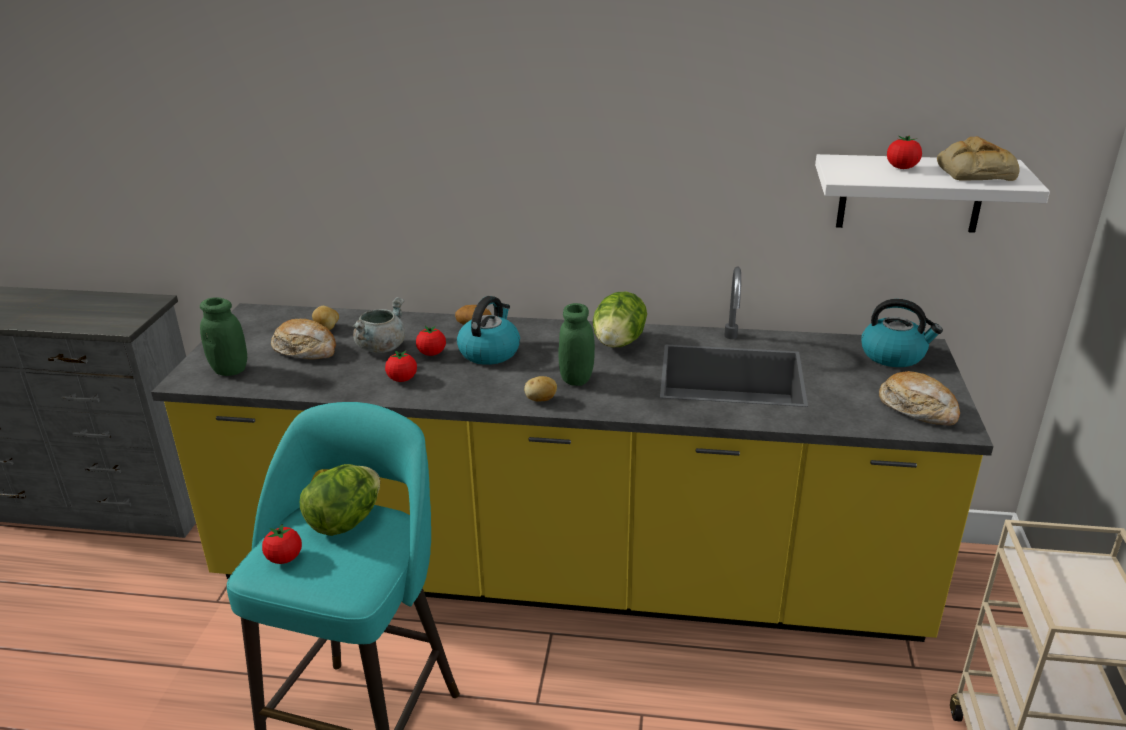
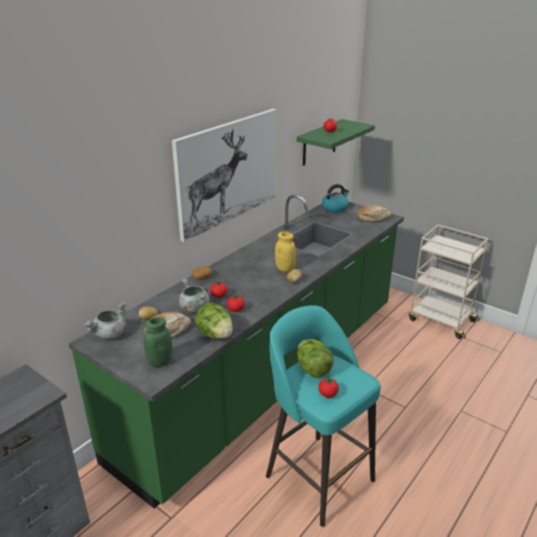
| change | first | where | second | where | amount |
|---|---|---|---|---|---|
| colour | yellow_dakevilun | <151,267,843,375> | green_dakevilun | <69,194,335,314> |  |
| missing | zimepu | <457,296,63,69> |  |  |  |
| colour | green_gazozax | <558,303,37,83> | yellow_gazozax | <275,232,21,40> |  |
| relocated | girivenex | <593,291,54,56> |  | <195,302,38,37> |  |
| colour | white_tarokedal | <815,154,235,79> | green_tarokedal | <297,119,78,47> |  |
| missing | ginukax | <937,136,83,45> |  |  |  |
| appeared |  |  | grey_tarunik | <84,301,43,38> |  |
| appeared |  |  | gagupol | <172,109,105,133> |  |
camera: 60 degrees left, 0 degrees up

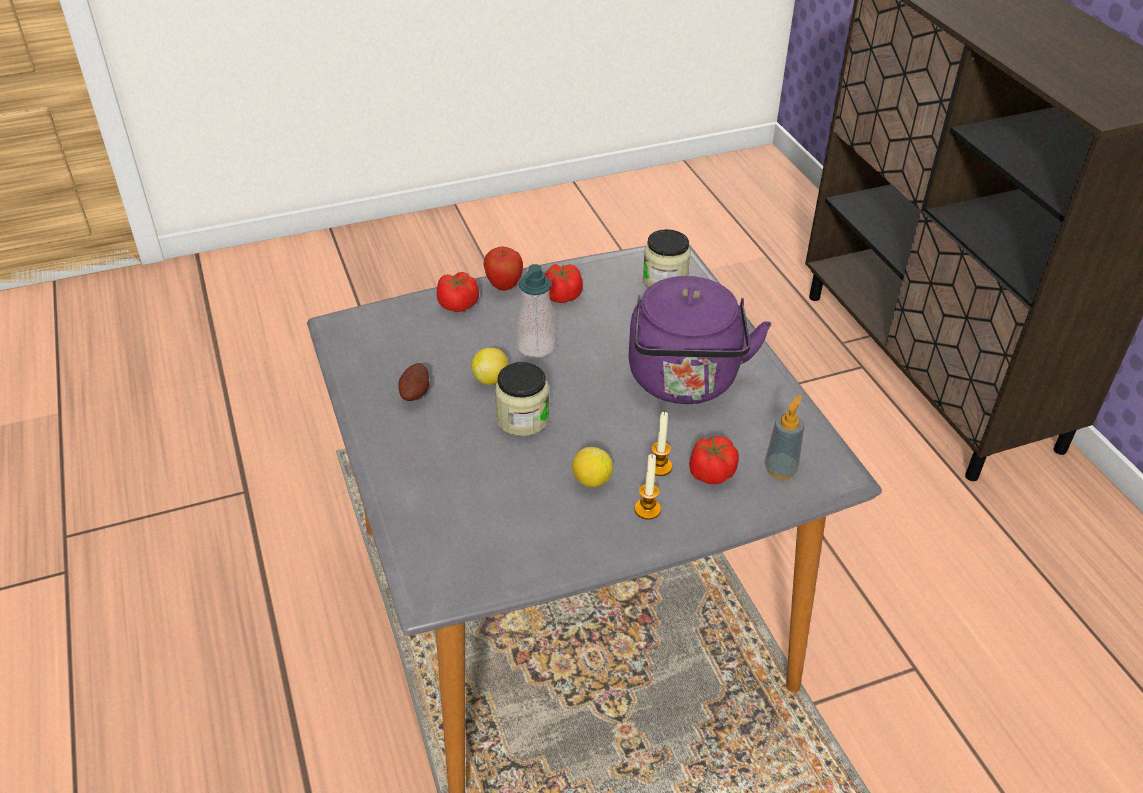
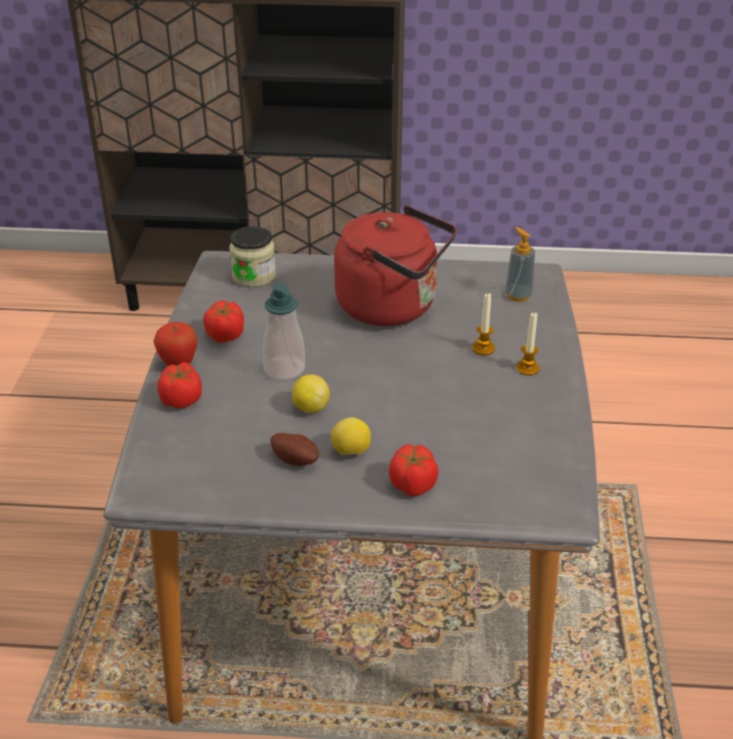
| change | first | where | second | where | amount |
|---|---|---|---|---|---|
| missing | gazozax | <495,362,54,74> |  |  |  |
| relocated | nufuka | <572,447,41,40> |  | <331,417,40,38> |  |
| colour | purple_zimepu | <629,276,142,128> | red_zimepu | <334,205,122,121> |  |
| relocated | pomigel | <689,436,50,49> |  | <389,444,49,52> |  |
camera: 65 degrees left, 5 degrees down

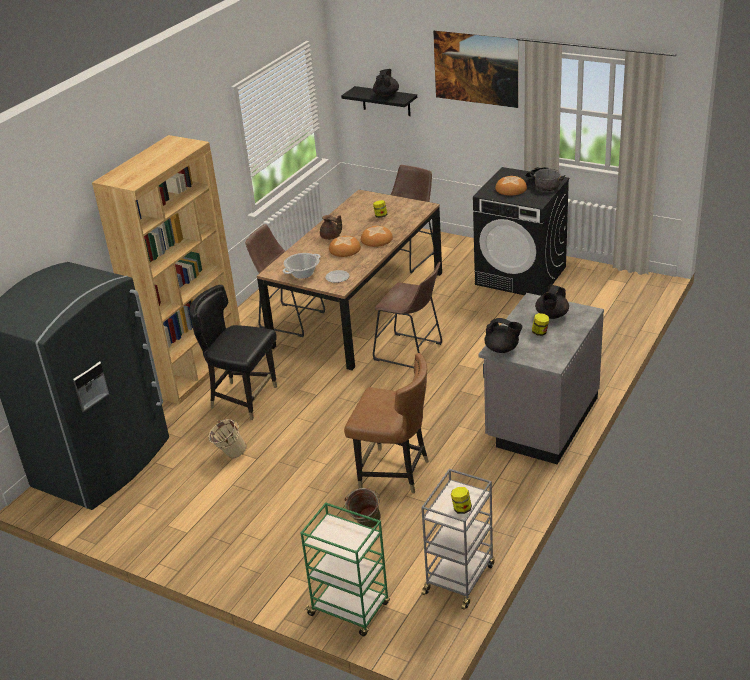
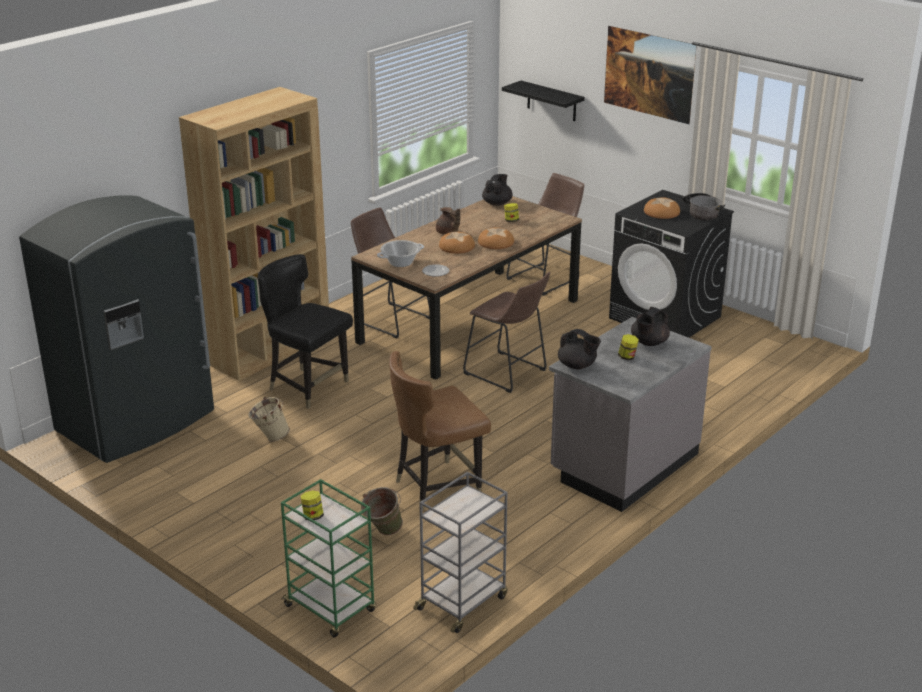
| change | first | where | second | where | amount |
|---|---|---|---|---|---|
| spun | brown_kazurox | <344,353,85,140> |  | <389,351,102,159> | 120 degrees clockwise |
| relocated | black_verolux | <373,69,26,28> |  | <482,174,31,32> |  |
| relocated | gazozax | <451,487,21,27> |  | <300,490,24,30> |  |
camera: 10 degrees right, 5 degrees down

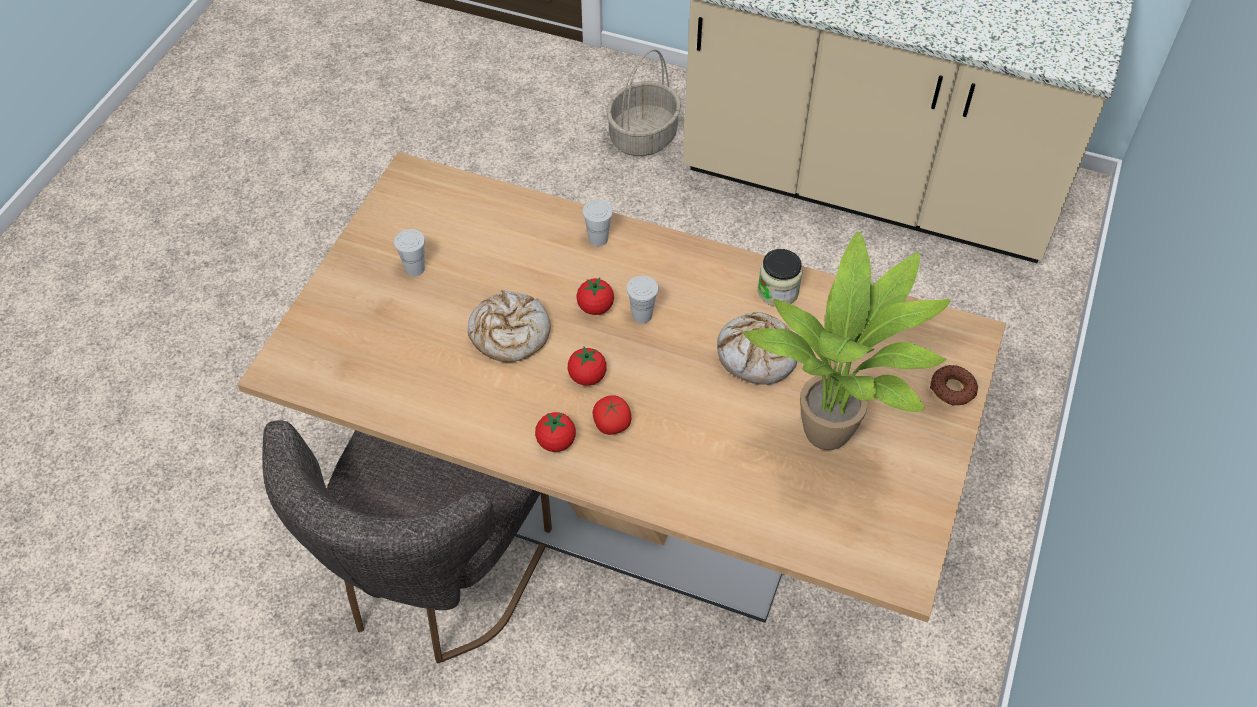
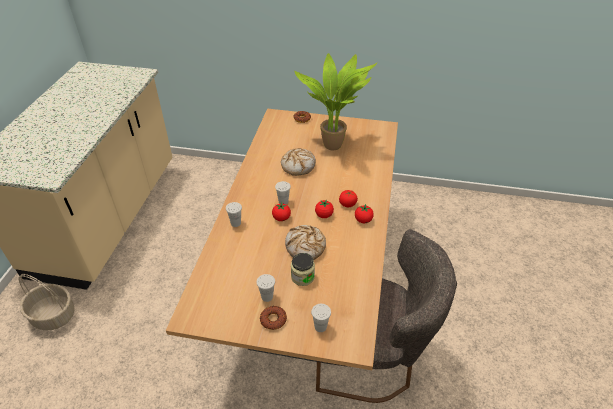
| change | first | where | second | where | amount |
|---|---|---|---|---|---|
| relocated | gazozax | <758,249,45,57> |  | <291,253,24,33> |  |
| appeared |  |  | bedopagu | <260,306,27,24> |  |
| appeared |  |  | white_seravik | <311,304,20,28> |  |
camera: 100 degrees left, 10 degrees down

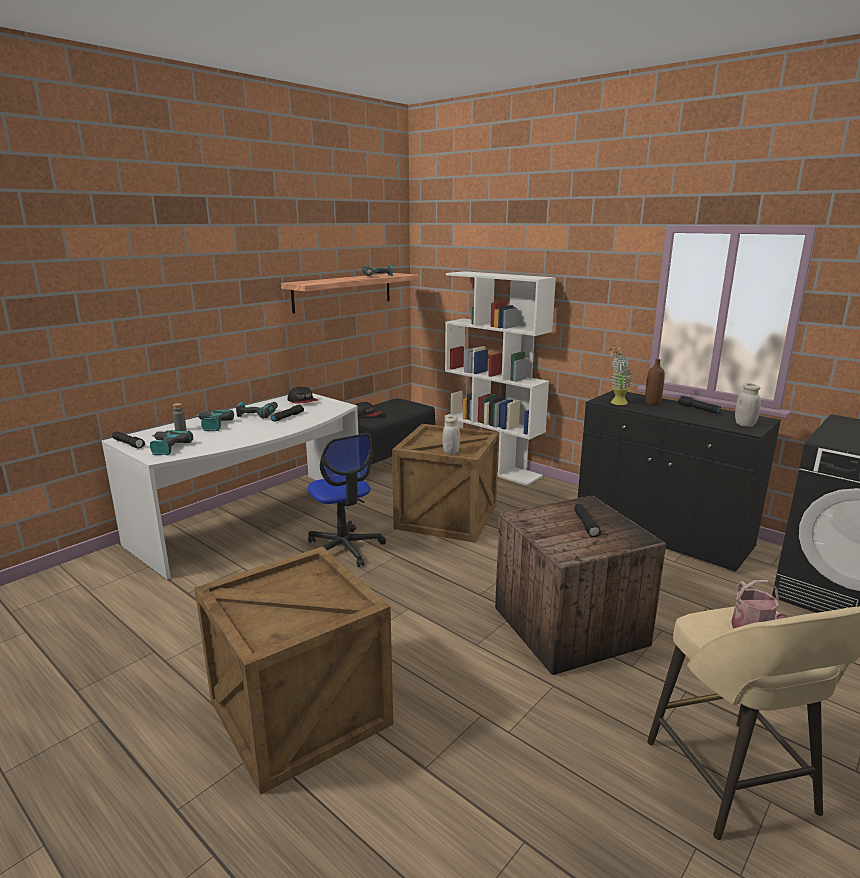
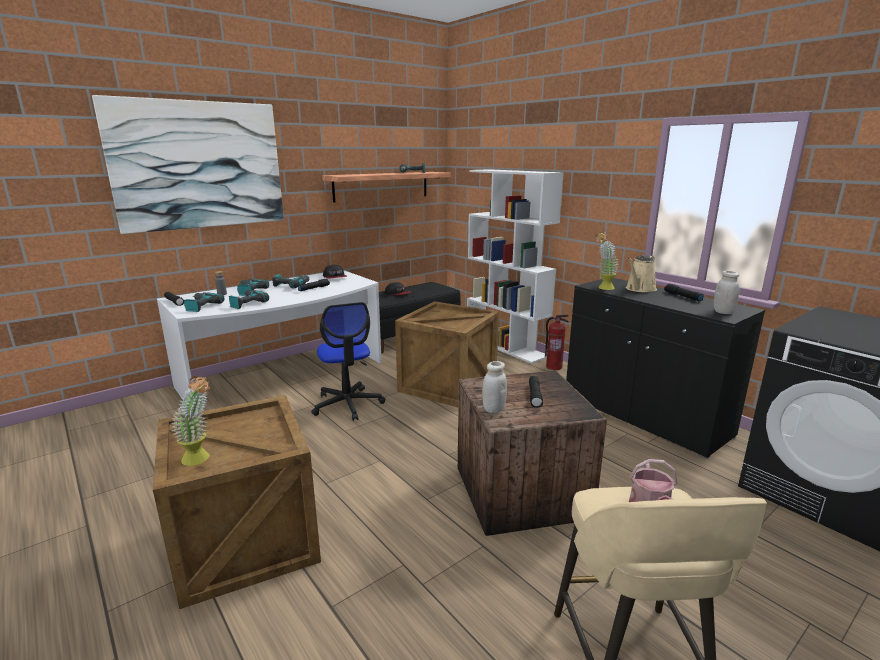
| change | first | where | second | where | amount |
|---|---|---|---|---|---|
| relocated | white_gazozax | <442,416,18,38> |  | <482,361,25,52> |  |
| exchanged | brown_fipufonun | <645,359,20,46> | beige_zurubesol | <626,255,31,37> |  |
| appeared |  |  | gagupol | <92,95,192,139> |  |
| appeared |  |  | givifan | <171,376,39,90> |  |
| appeared |  |  | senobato | <229,290,40,19> |  |
| appeared |  |  | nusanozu | <545,314,24,56> |  |
camera: 10 degrees right, 0 degrees up

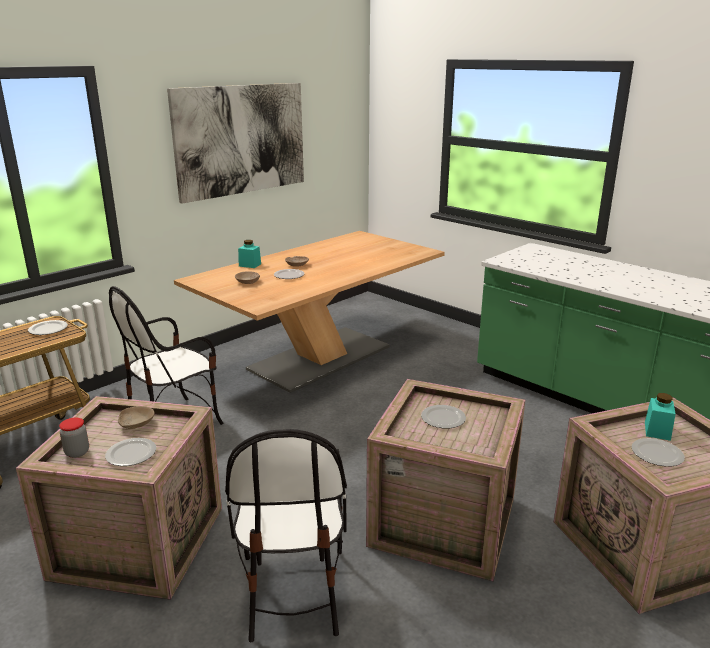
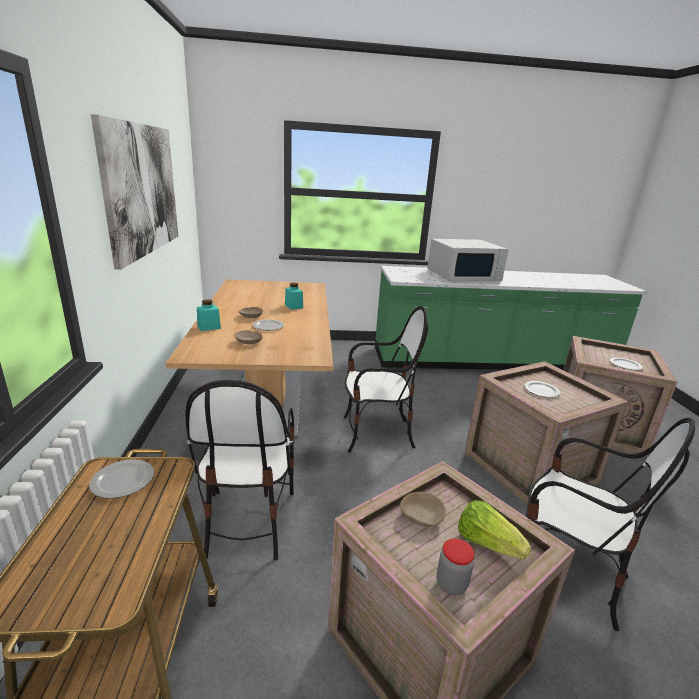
| change | first | where | second | where | amount |
|---|---|---|---|---|---|
| exchanged | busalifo | <105,438,51,28> | girivenex | <458,500,73,59> |  |
| relocated | turquoise_gazozax | <645,393,31,48> |  | <285,283,18,27> |  |
| appeared |  |  | kazurox | <344,306,84,146> |  |
| appeared |  |  | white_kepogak | <428,239,80,42> |  |
camera: 50 degrees left, 0 degrees up

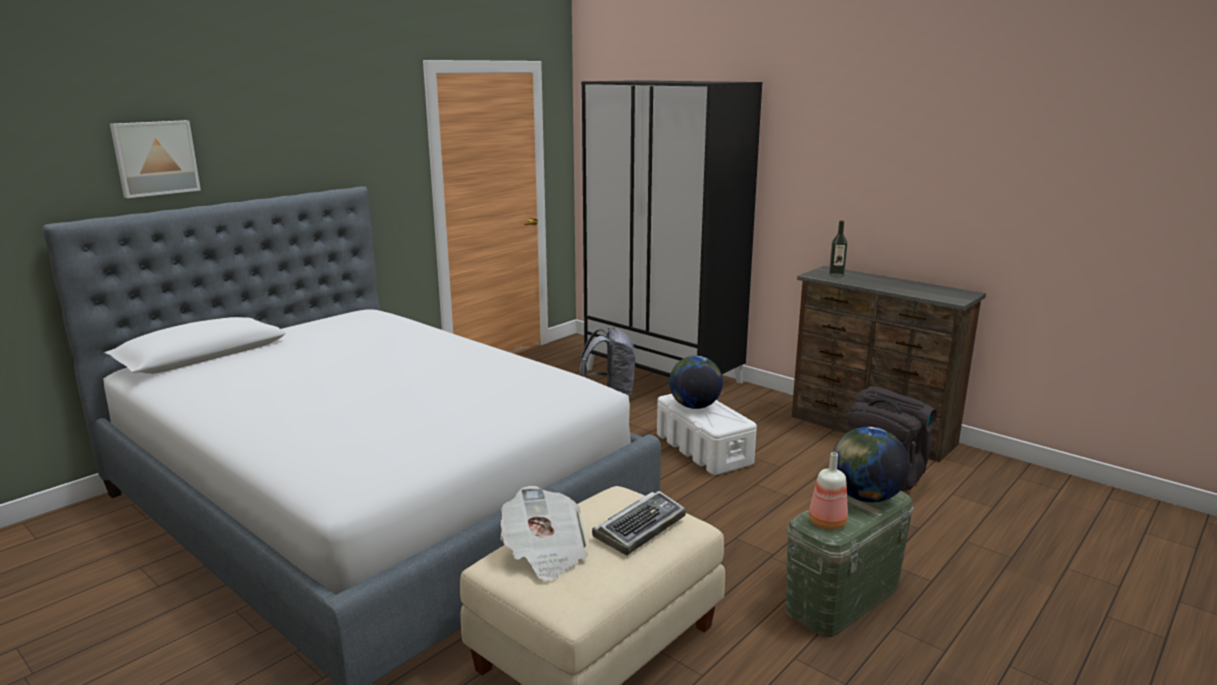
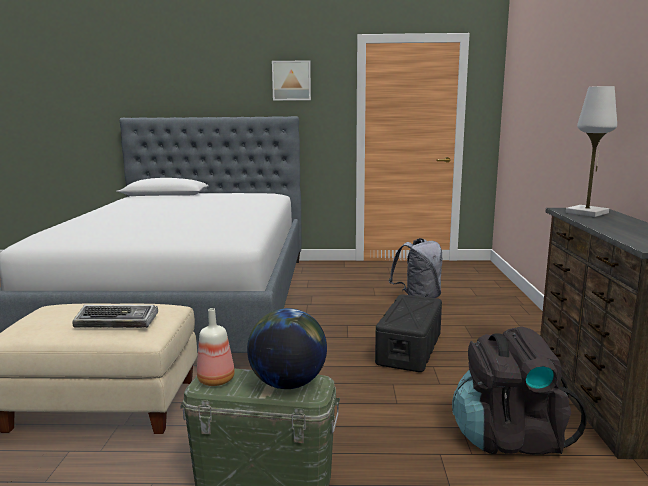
| change | first | where | second | where | amount |
|---|---|---|---|---|---|
| relocated | gagupol | <110,120,91,78> |  | <272,60,39,41> |  |
| missing | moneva | <500,486,88,95> |  |  |  |
| missing | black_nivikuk | <581,80,181,304> |  |  |  |
| colour | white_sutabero | <657,394,100,81> | black_sutabero | <375,294,67,78> |  |
| missing | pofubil | <669,356,54,53> |  |  |  |
| exchanged | fipufonun | <829,220,19,57> | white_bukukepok | <566,86,51,131> |  |
camera: 50 degrees right, 5 degrees down

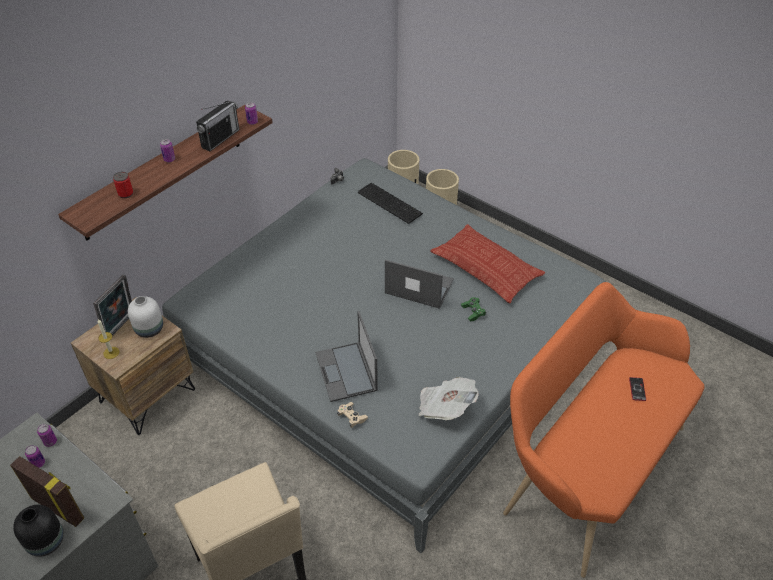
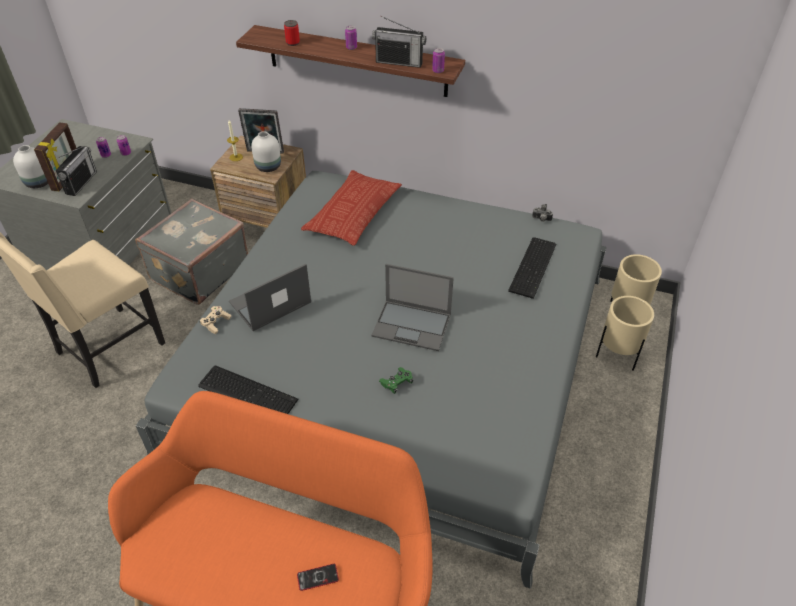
| change | first | where | second | where | amount |
|---|---|---|---|---|---|
| colour | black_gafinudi | <13,505,51,52> | white_gafinudi | <13,145,35,43> |  |
| spun | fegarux | <385,260,69,49> |  | <372,264,82,87> | 105 degrees clockwise |
| exchanged | moneva | <419,377,60,43> | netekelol | <198,365,101,49> |  |
| relocated | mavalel | <430,224,115,79> |  | <301,170,101,76> |  |
| appeared |  |  | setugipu | <56,146,41,50> |  |
| appeared |  |  | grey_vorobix | <135,198,113,107> |  |
camera: 70 degrees right, 0 degrees up

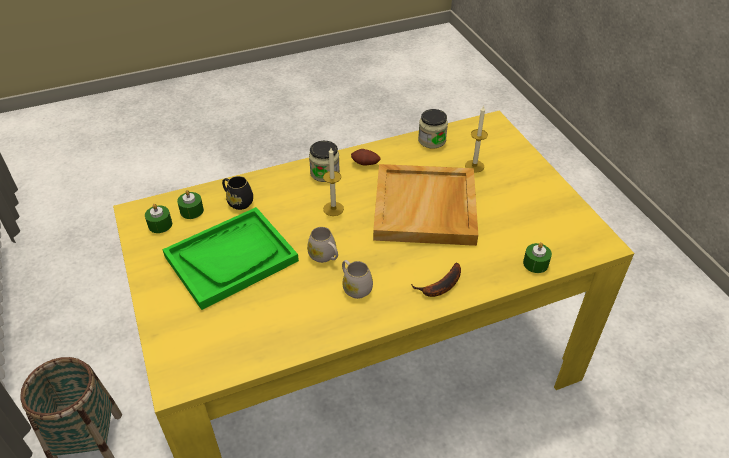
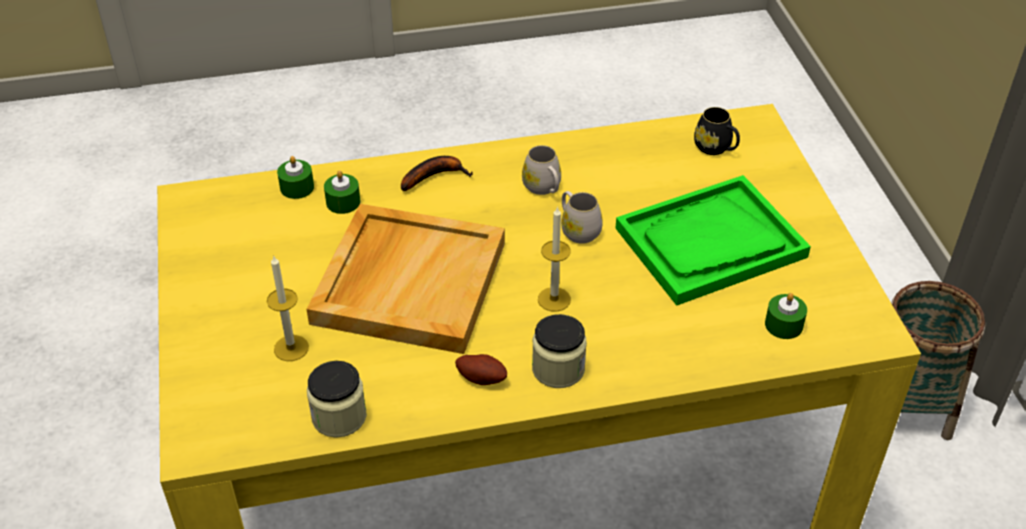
| change | first | where | second | where | amount |
|---|---|---|---|---|---|
| relocated | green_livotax | <145,204,27,29> |  | <324,170,37,44> |  |
| relocated | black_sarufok | <222,176,31,34> |  | <694,107,46,48> |  |
camera: 170 degrees left, 0 degrees up

